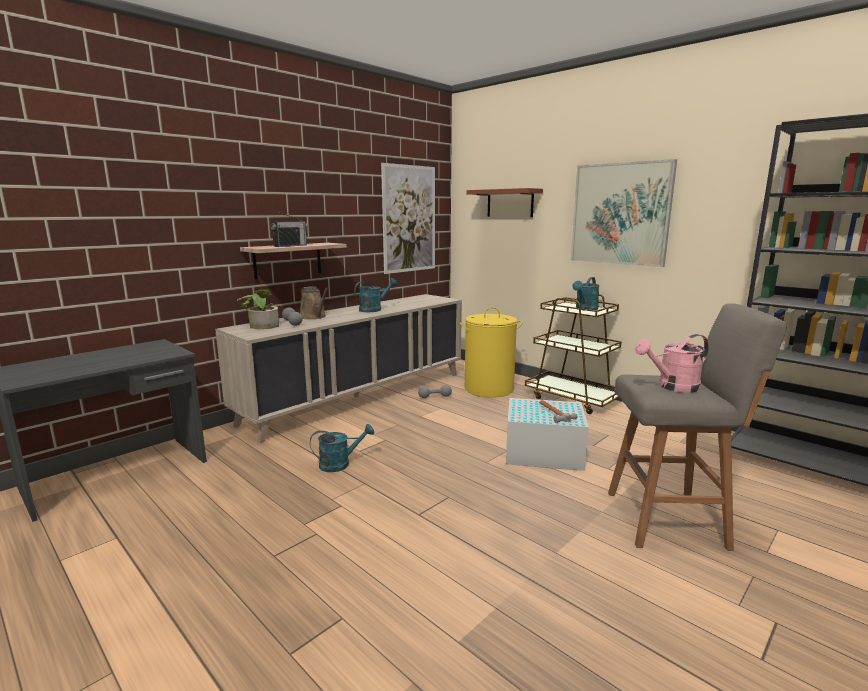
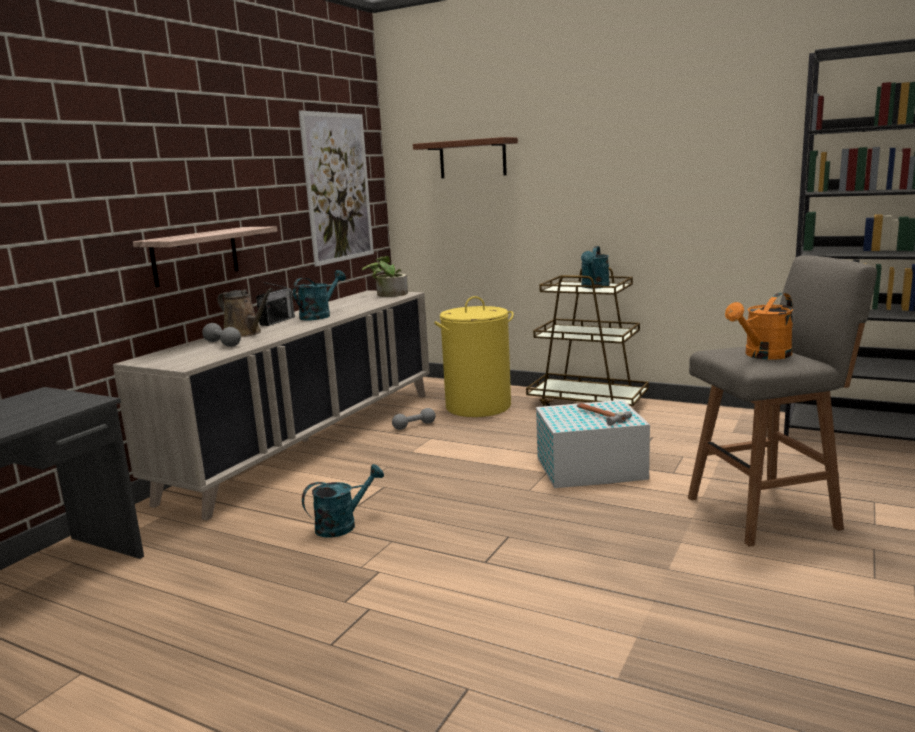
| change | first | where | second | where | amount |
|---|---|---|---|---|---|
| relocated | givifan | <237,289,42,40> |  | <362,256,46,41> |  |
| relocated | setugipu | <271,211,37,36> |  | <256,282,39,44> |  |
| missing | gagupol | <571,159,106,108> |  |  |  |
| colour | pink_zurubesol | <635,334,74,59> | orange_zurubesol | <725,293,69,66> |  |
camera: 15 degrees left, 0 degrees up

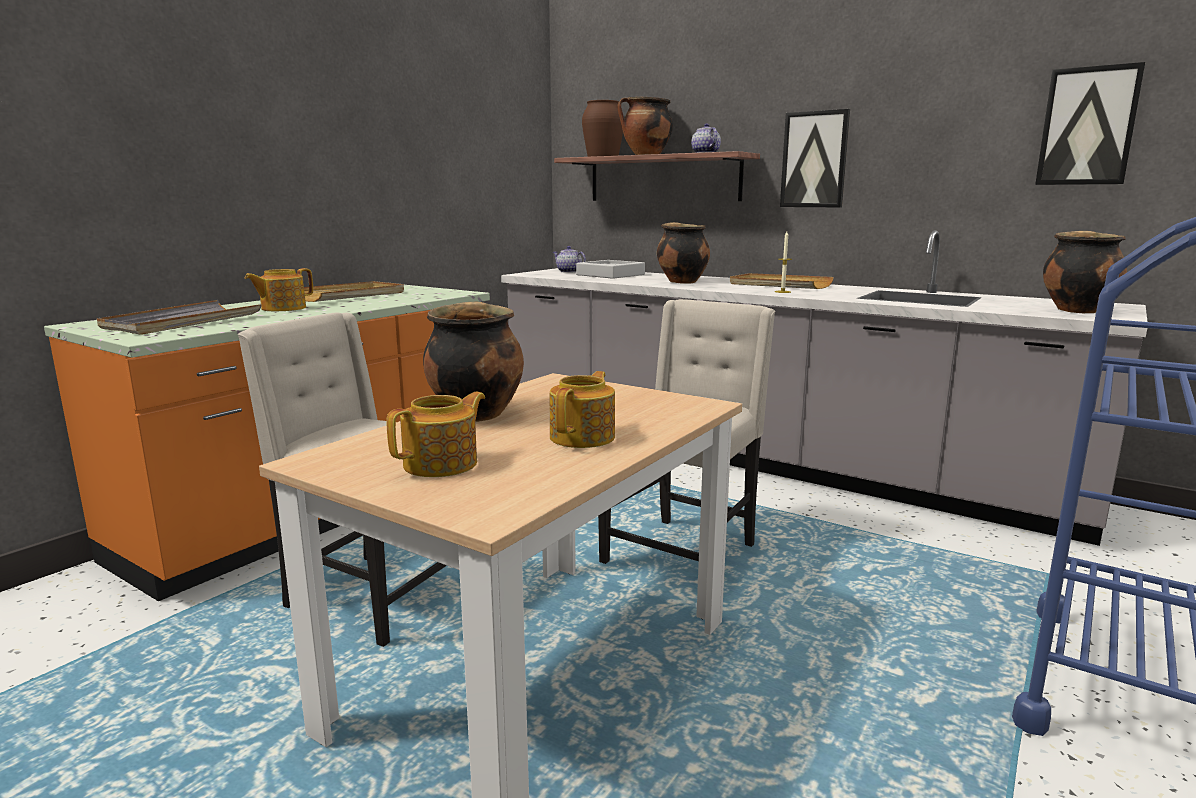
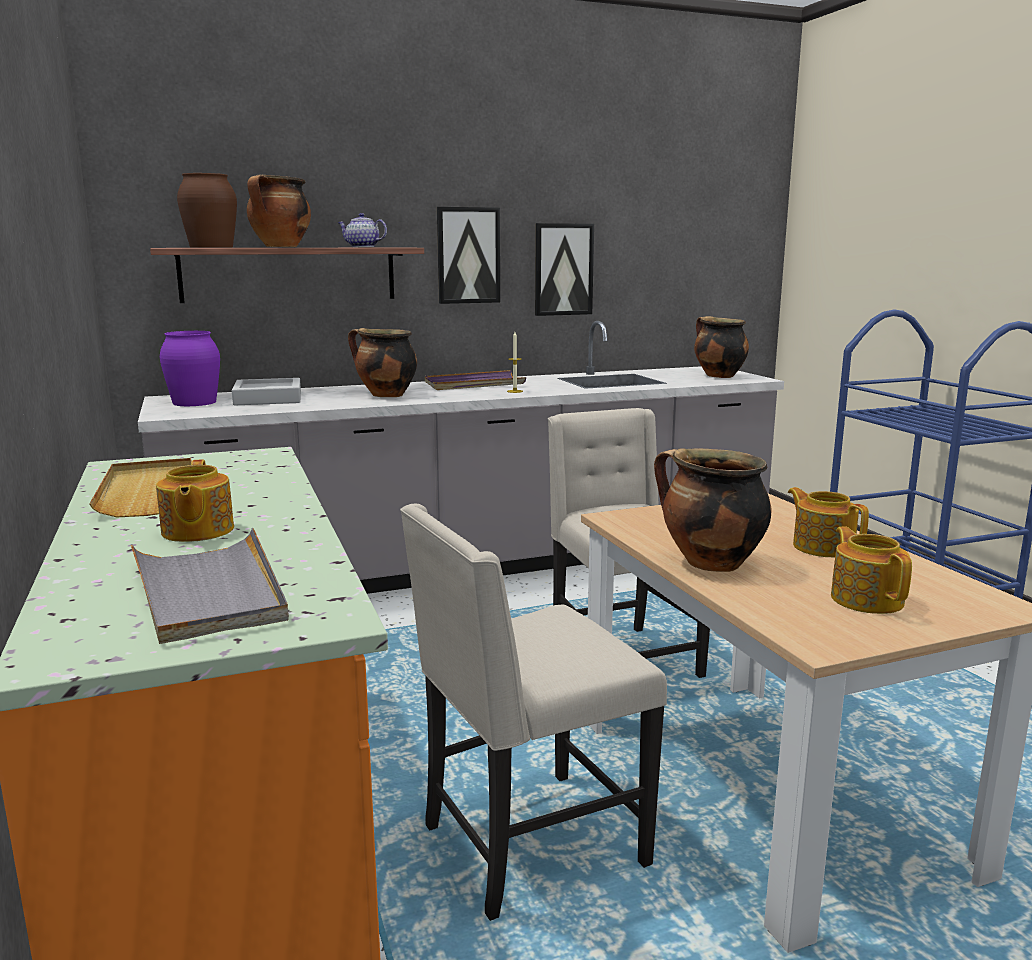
| change | first | where | second | where | amount |
|---|---|---|---|---|---|
| exchanged | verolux | <553,246,33,27> | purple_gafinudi | <160,331,60,75> |  |
| colour | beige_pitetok | <730,273,104,16> | purple_pitetok | <425,370,101,20> |  |
| relocated | gagupol | <1035,62,110,123> |  | <535,223,59,93> |  |
camera: 55 degrees left, 0 degrees up

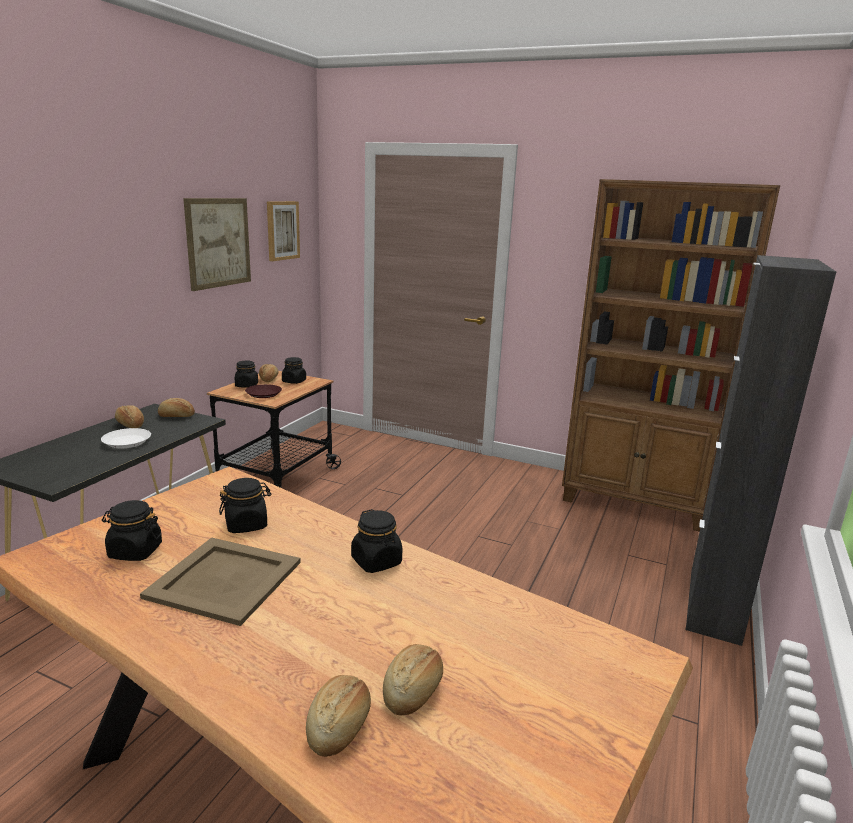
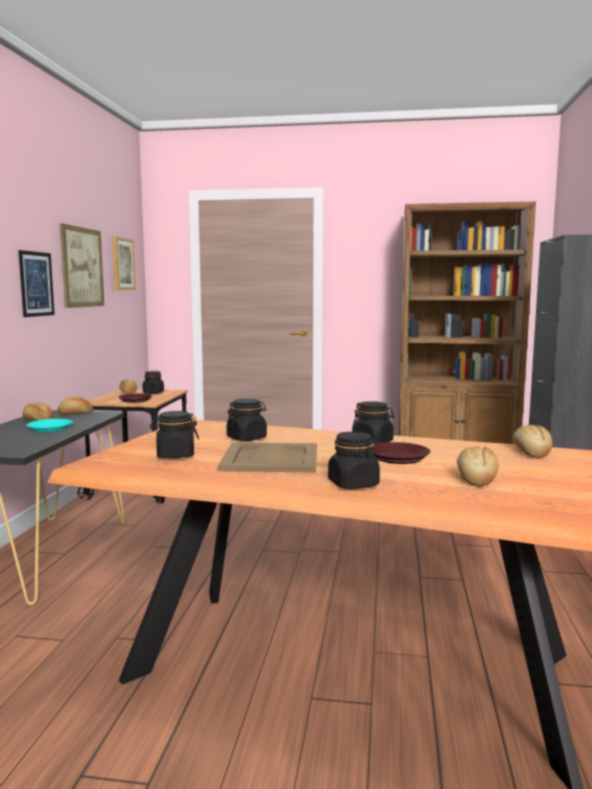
| change | first | where | second | where | amount |
|---|---|---|---|---|---|
| colour | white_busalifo | <101,428,50,20> | turquoise_busalifo | <27,419,46,13> |  |
| relocated | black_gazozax | <235,361,23,27> |  | <328,432,52,57> |  |
| relocated | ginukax | <306,675,65,82> |  | <513,425,40,33> |  |
| appeared |  |  | gagupol | <18,250,37,67> |  |
| appeared |  |  | brown_busalifo | <372,442,58,22> |  |
camera: 15 degrees left, 10 degrees down

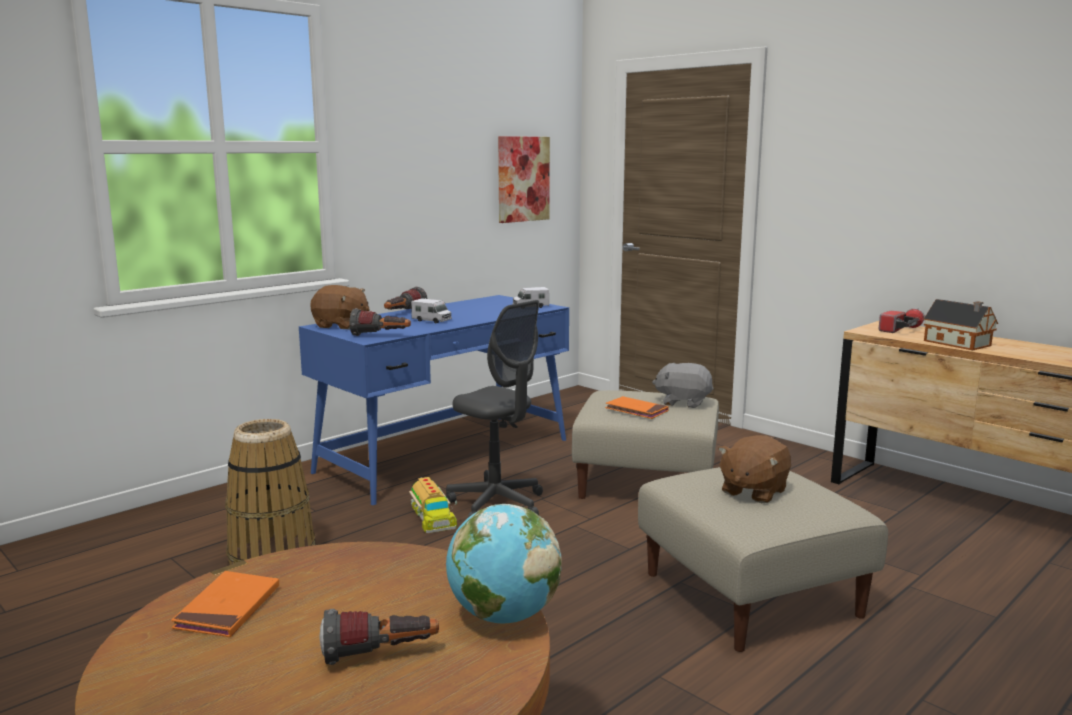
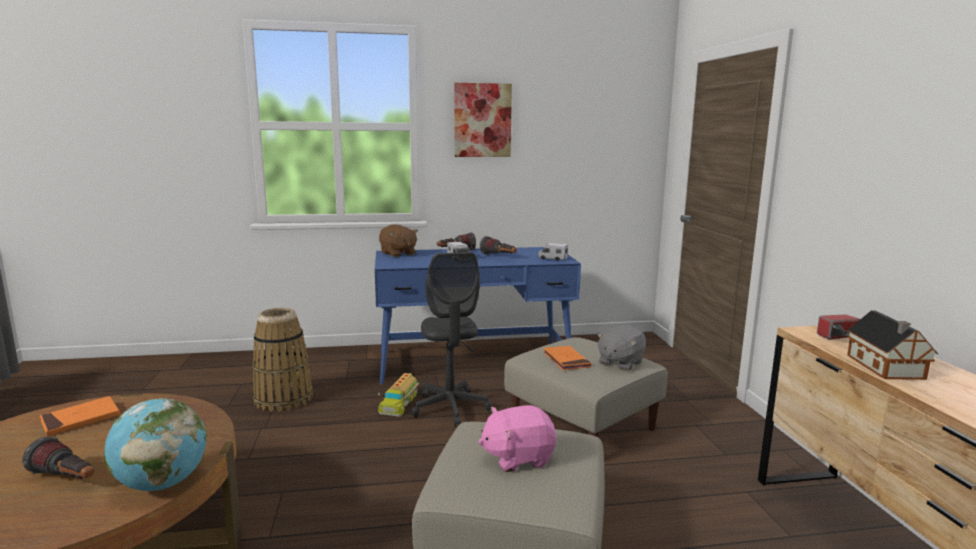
| change | first | where | second | where | amount |
|---|---|---|---|---|---|
| relocated | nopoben | <350,308,61,28> |  | <480,236,37,19> |  |
| relocated | gagupol | <498,136,52,87> |  | <454,83,58,74> |  |
| spun | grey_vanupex | <652,363,62,45> |  | <596,325,50,46> | 105 degrees counterclockwise |
| colour | brown_vanupex | <718,435,73,68> | pink_vanupex | <478,405,78,67> |  |
camera: 35 degrees right, 0 degrees up

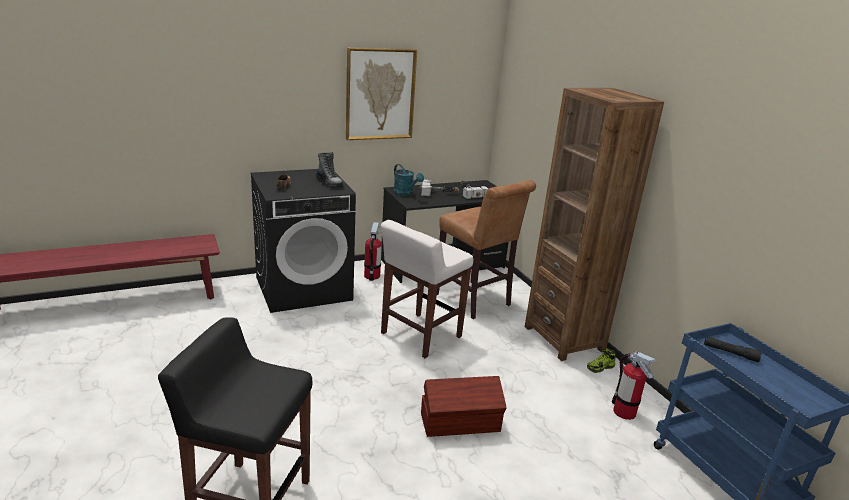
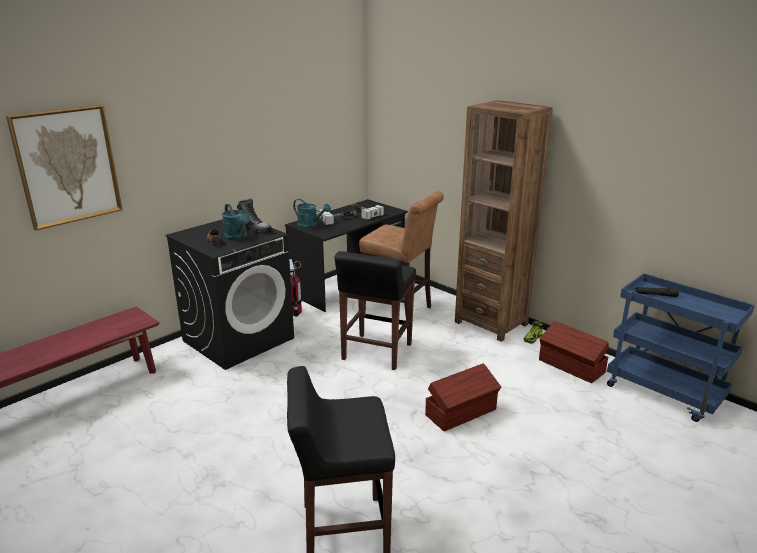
| change | first | where | second | where | amount |
|---|---|---|---|---|---|
| relocated | gagupol | <346,47,71,93> |  | <6,104,117,127> |  |
| colour | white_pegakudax | <381,220,93,138> | black_pegakudax | <334,251,82,119> |  |
| exchanged | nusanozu | <612,352,44,68> | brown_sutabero | <539,321,70,62> |  |
| appeared |  |  | turquoise_zurubesol | <222,204,27,37> |  |
camera: 20 degrees left, 0 degrees up

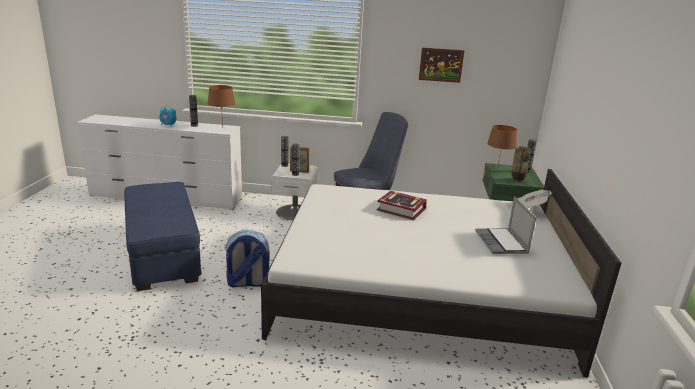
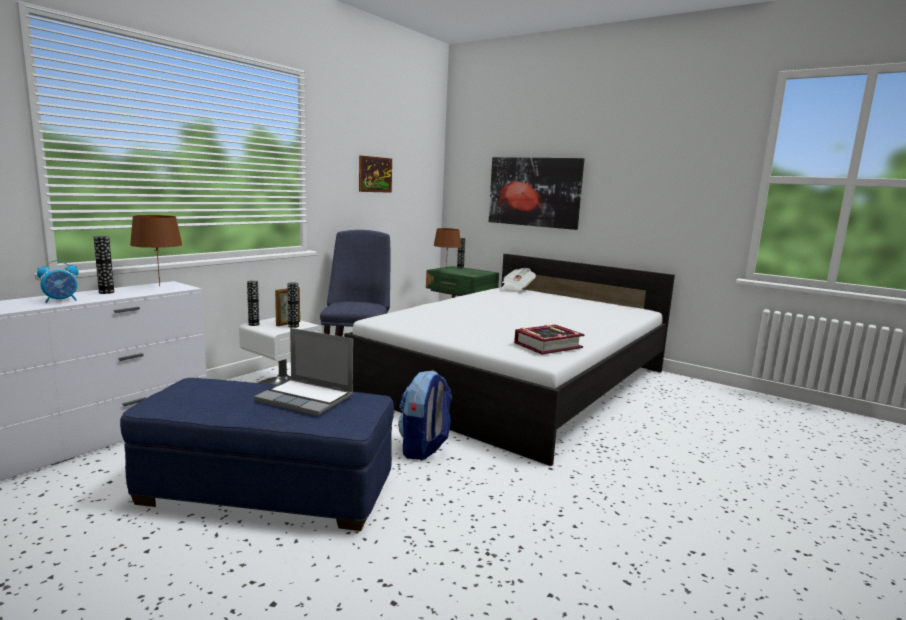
| change | first | where | second | where | amount |
|---|---|---|---|---|---|
| relocated | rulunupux | <377,191,50,29> |  | <514,325,70,29> |  |
| relocated | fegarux | <475,197,61,57> |  | <254,328,99,88> |  |
| missing | gafinudi | <512,147,19,36> |  |  |  |
| appeared |  |  | gagupol | <489,157,95,73> |  |
camera: 60 degrees left, 10 degrees down

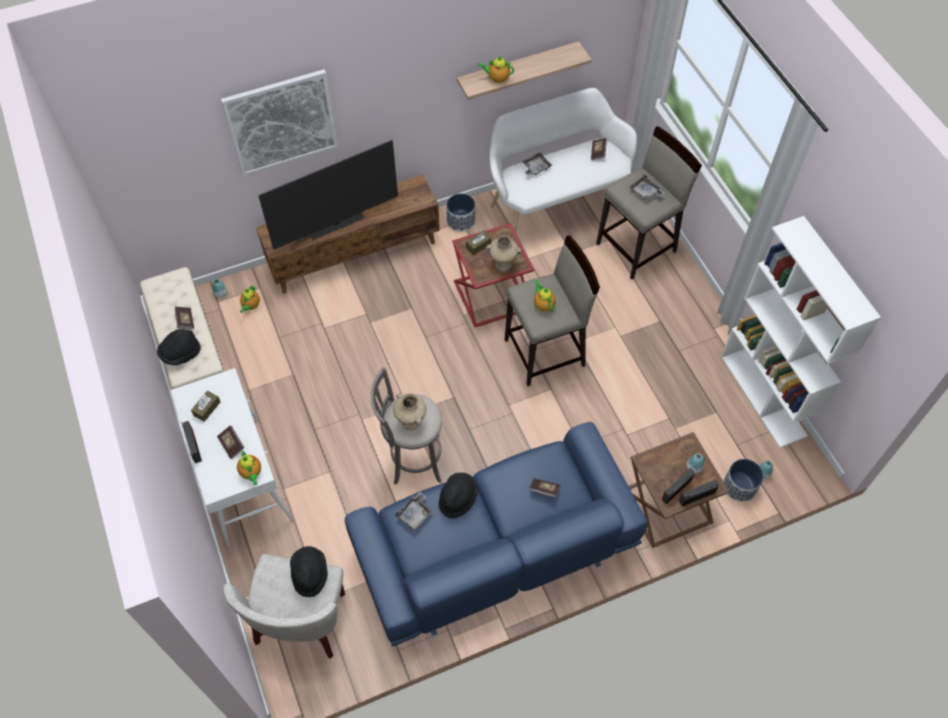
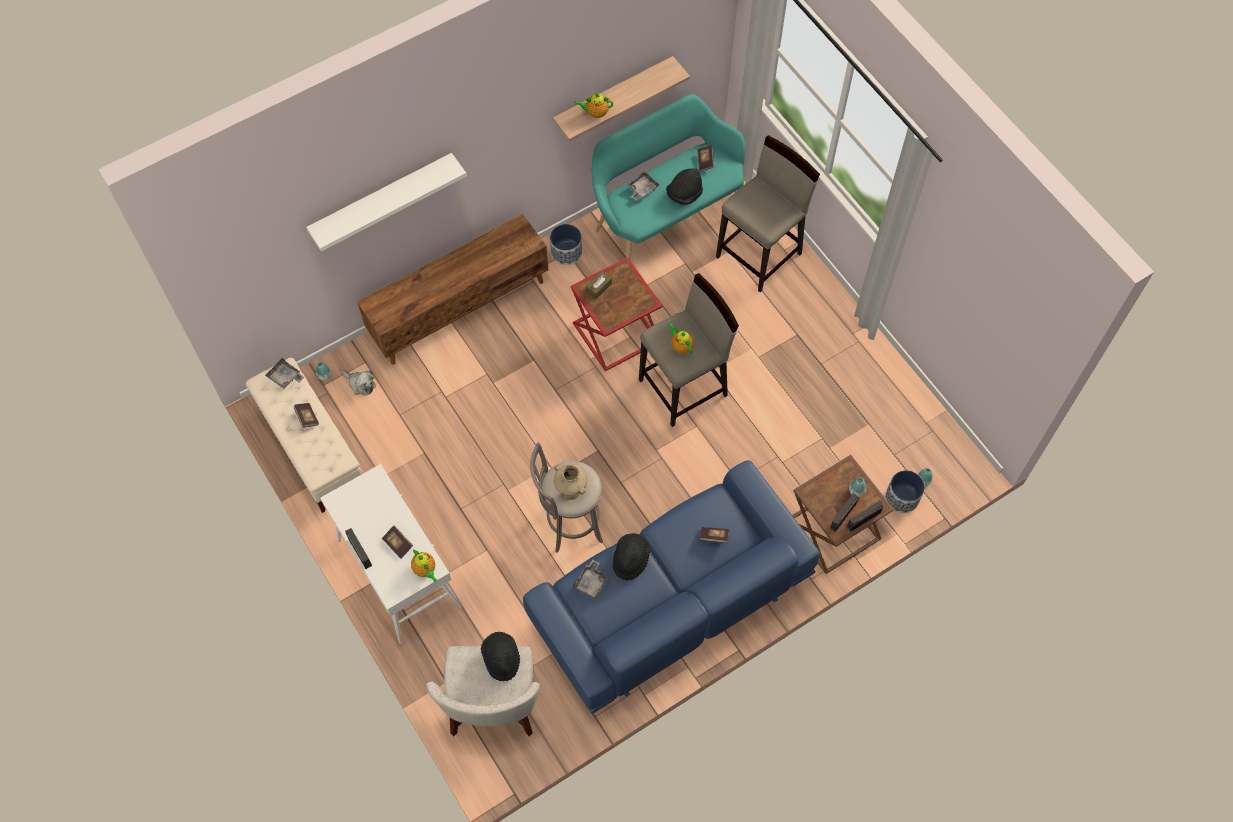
| change | first | where | second | where | amount |
|---|---|---|---|---|---|
| relocated | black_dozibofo | <157,329,44,36> |  | <666,168,37,37> |  |
| missing | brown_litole | <191,391,29,31> |  |  |  |
| exchanged | gagupol | <221,69,117,107> | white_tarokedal | <306,153,161,98> |  |
| exchanged | verolux | <240,286,20,27> | vanupex | <342,370,34,26> |  |
| missing | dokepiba | <259,140,139,110> |  |  |  |
| missing | beige_gafinudi | <486,235,36,37> |  |  |  |
| colour | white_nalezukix | <489,88,148,144> | turquoise_nalezukix | <592,94,154,165> |  |
| relocated | grey_pitetok | <629,175,36,25> |  | <265,357,39,32> |  |
| missing | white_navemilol | <721,216,160,232> |  |  |  |
camera: 10 degrees left, 5 degrees up

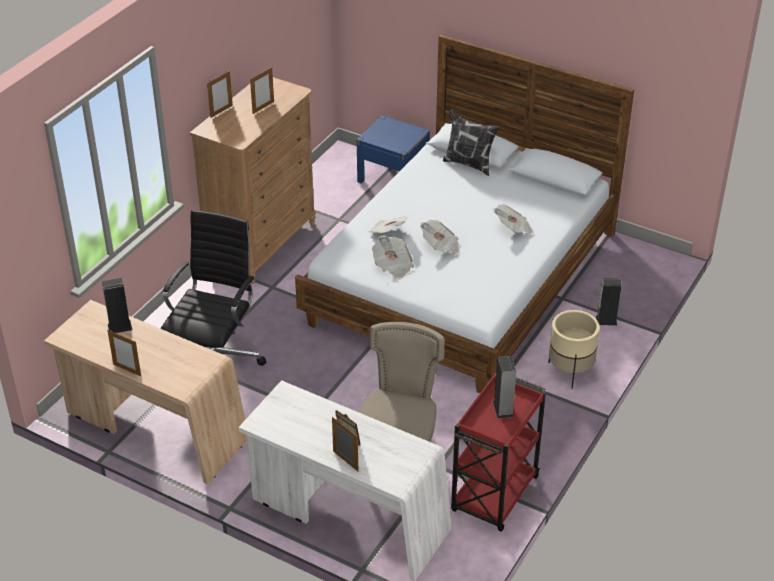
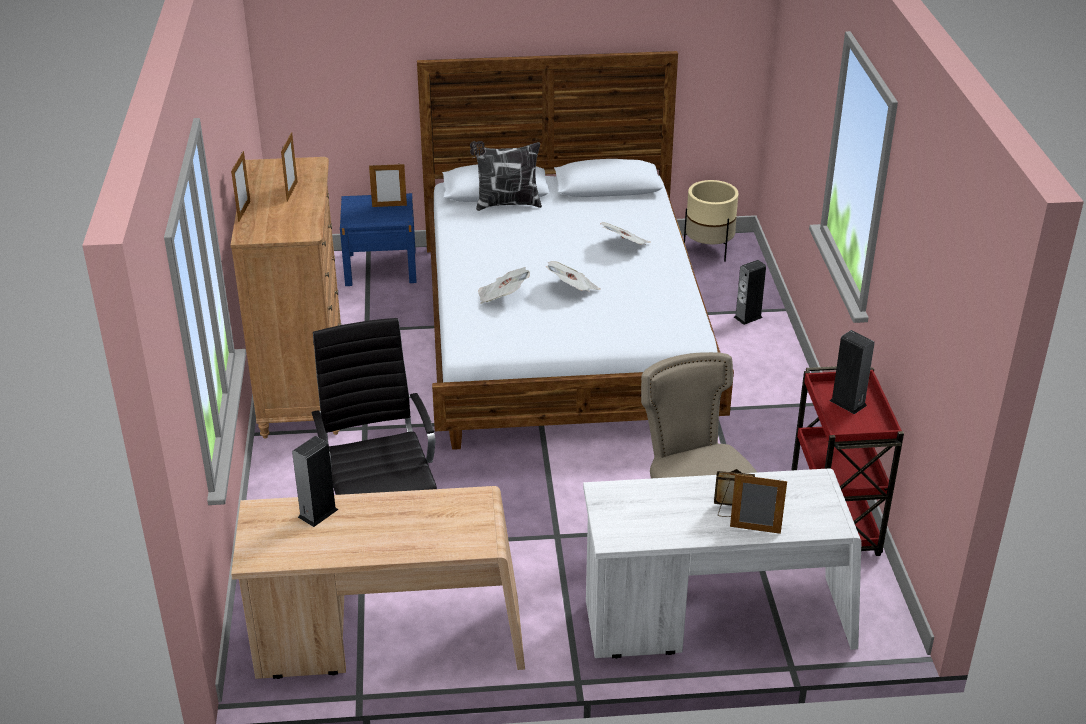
| change | first | where | second | where | amount |
|---|---|---|---|---|---|
| relocated | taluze | <107,330,34,46> |  | <369,164,38,43> |  |
| missing | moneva | <372,235,42,45> |  |  |  |
| relocated | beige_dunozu | <548,310,52,79> |  | <684,180,54,82> |  |
camera: 35 degrees left, 5 degrees down

